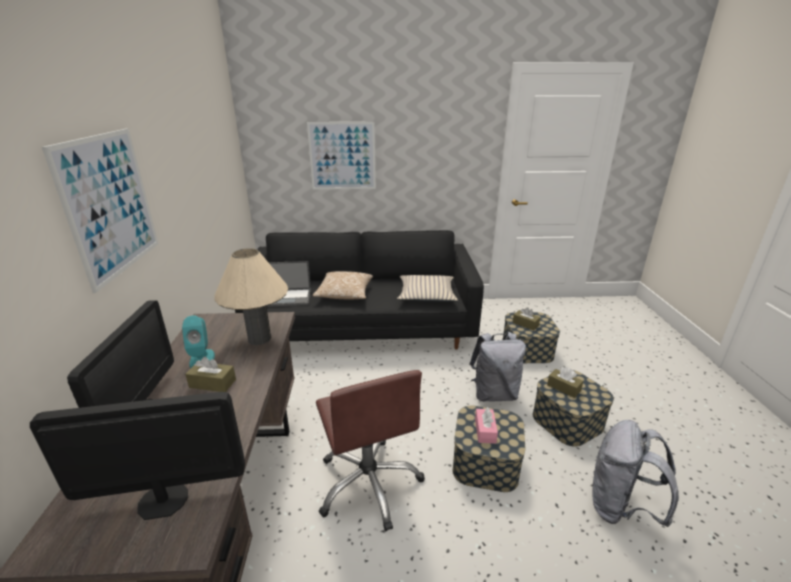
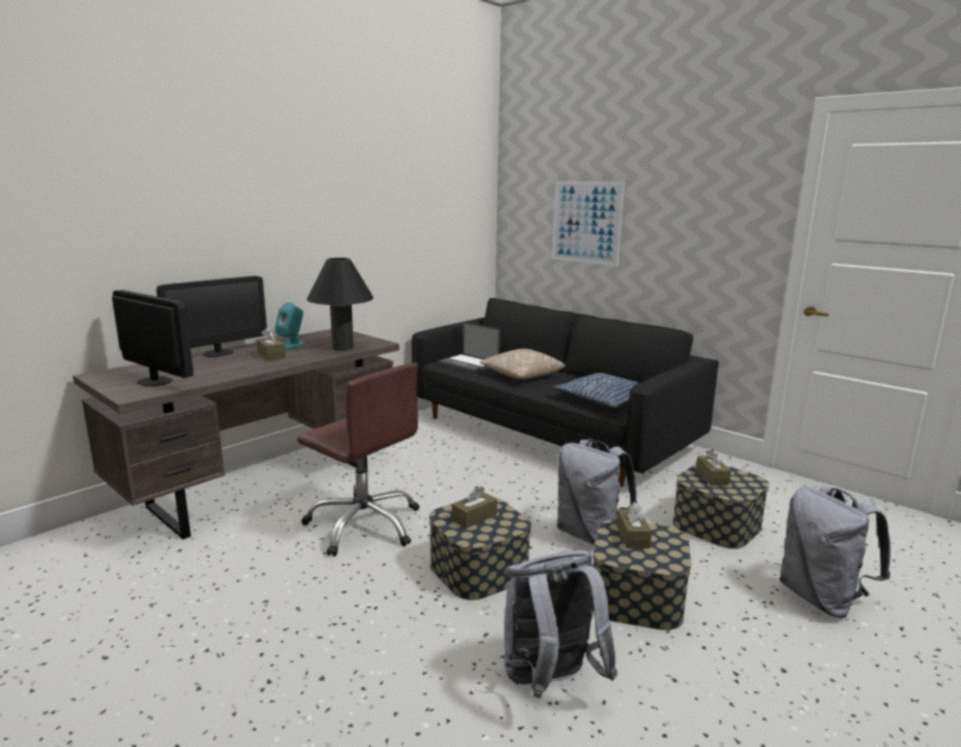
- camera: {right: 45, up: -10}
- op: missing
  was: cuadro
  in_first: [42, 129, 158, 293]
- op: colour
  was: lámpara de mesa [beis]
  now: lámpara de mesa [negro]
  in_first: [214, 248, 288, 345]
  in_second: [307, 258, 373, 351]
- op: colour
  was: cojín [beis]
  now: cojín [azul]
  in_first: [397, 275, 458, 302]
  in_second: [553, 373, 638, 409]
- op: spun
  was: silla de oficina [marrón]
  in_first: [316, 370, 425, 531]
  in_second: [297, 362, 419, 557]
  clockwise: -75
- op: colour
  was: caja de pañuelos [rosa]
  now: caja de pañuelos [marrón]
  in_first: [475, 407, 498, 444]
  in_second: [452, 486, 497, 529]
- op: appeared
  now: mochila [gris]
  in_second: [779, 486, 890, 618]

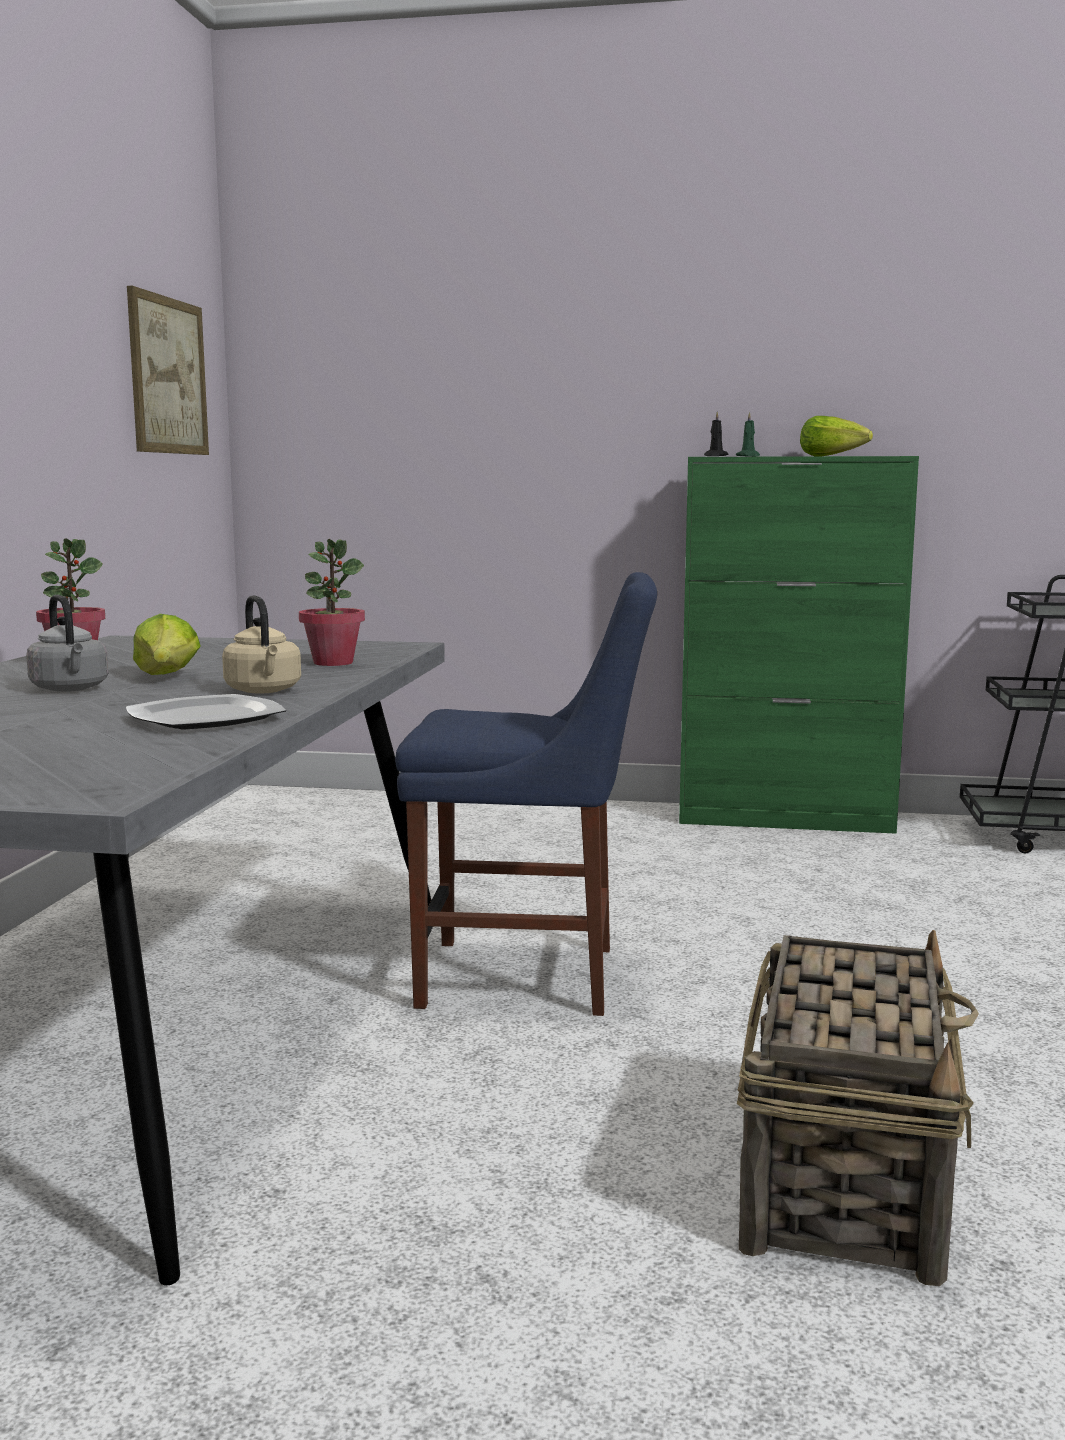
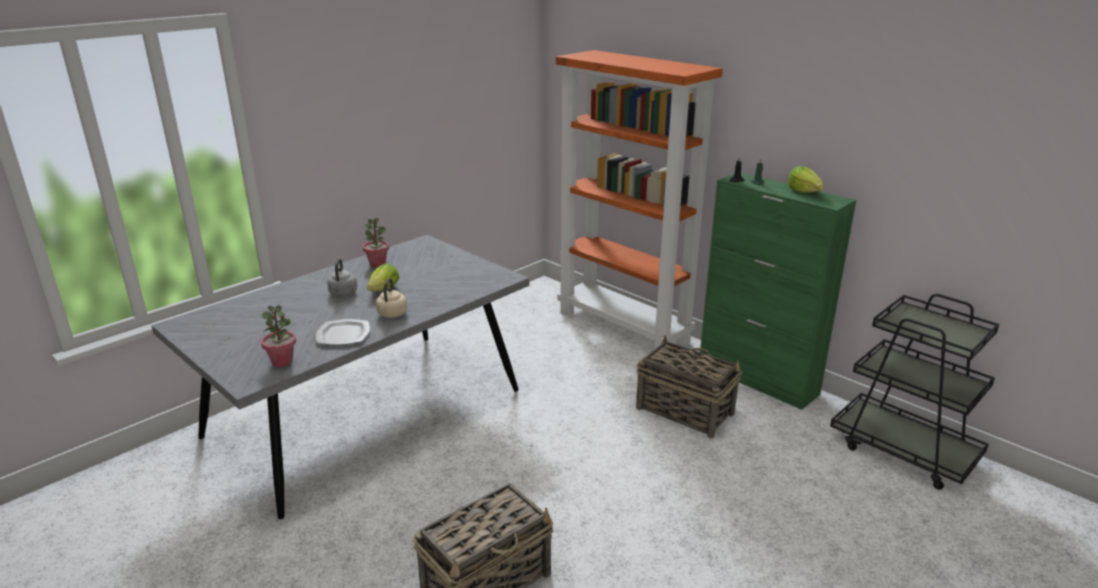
- camera: {right: 35, up: 15}
- op: missing
  was: cuadro
  in_first: [127, 286, 209, 455]
- op: relocated
  was: planta en maceta
  in_first: [299, 539, 365, 666]
  in_second: [261, 305, 296, 367]
- op: missing
  was: silla [azul]
  in_first: [395, 572, 657, 1016]
- op: appeared
  now: estantería [naranja]
  in_second: [556, 50, 723, 349]
- op: appeared
  now: cesta
  in_second: [636, 335, 742, 439]

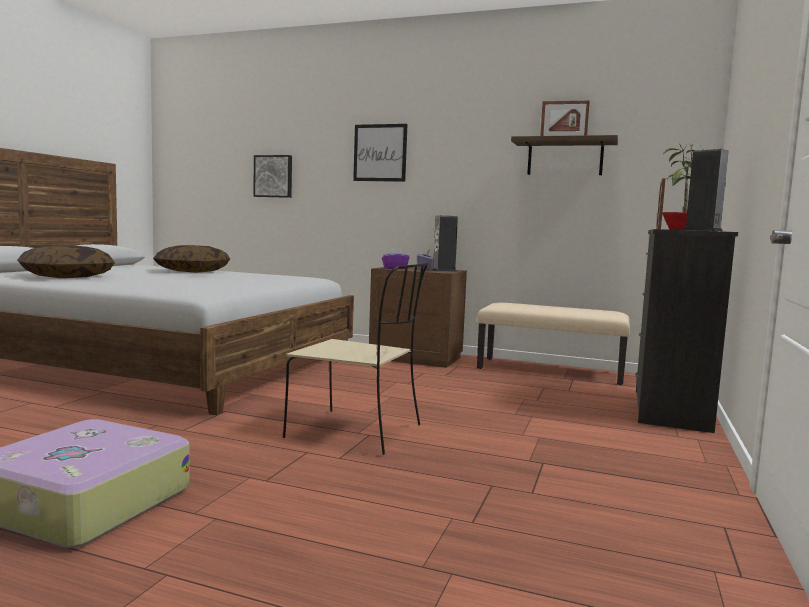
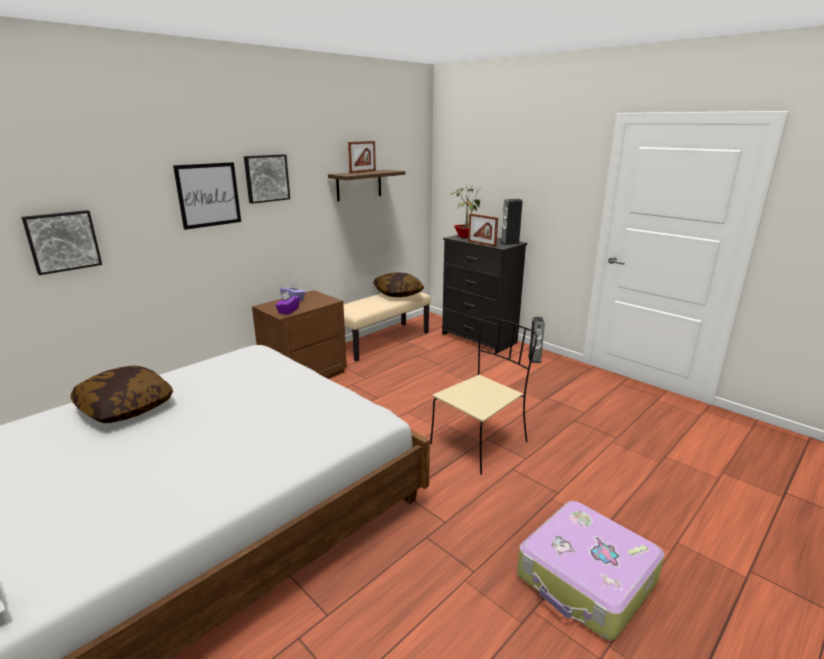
- camera: {right: -65, up: 15}
- op: relocated
  was: altavoz
  in_first: [432, 215, 458, 272]
  in_second: [528, 317, 545, 363]
- op: relocated
  was: cojín
  in_first: [17, 245, 115, 278]
  in_second: [373, 272, 424, 297]
- op: appeared
  now: cuadro
  in_second: [244, 154, 290, 204]

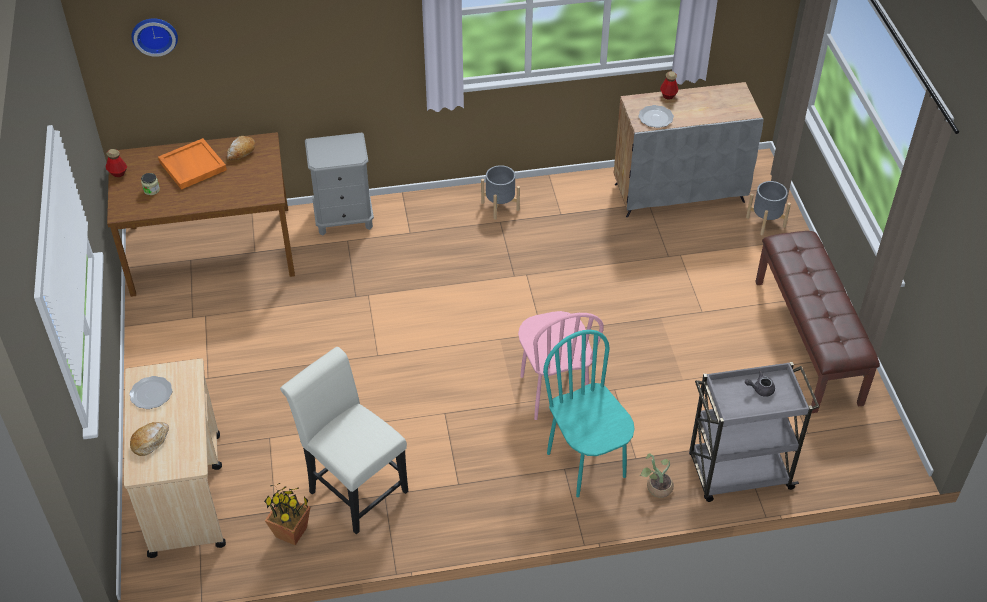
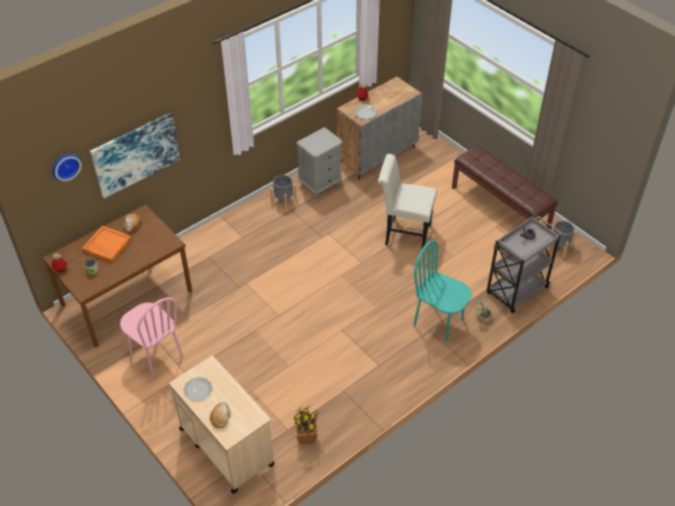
- camera: {right: -30, up: 0}
- op: relocated
  was: mesita de noche [gris]
  in_first: [305, 133, 374, 235]
  in_second: [296, 127, 342, 198]
- op: relocated
  was: maceta [gris]
  in_first: [746, 181, 791, 235]
  in_second: [547, 221, 576, 258]
- op: relocated
  was: silla [rosa]
  in_first: [518, 311, 604, 420]
  in_second: [120, 297, 183, 378]
- op: relocated
  was: silla [blanco]
  in_first: [280, 347, 408, 534]
  in_second: [378, 154, 437, 248]
- op: appeared
  now: cuadro
  in_second: [90, 112, 180, 198]

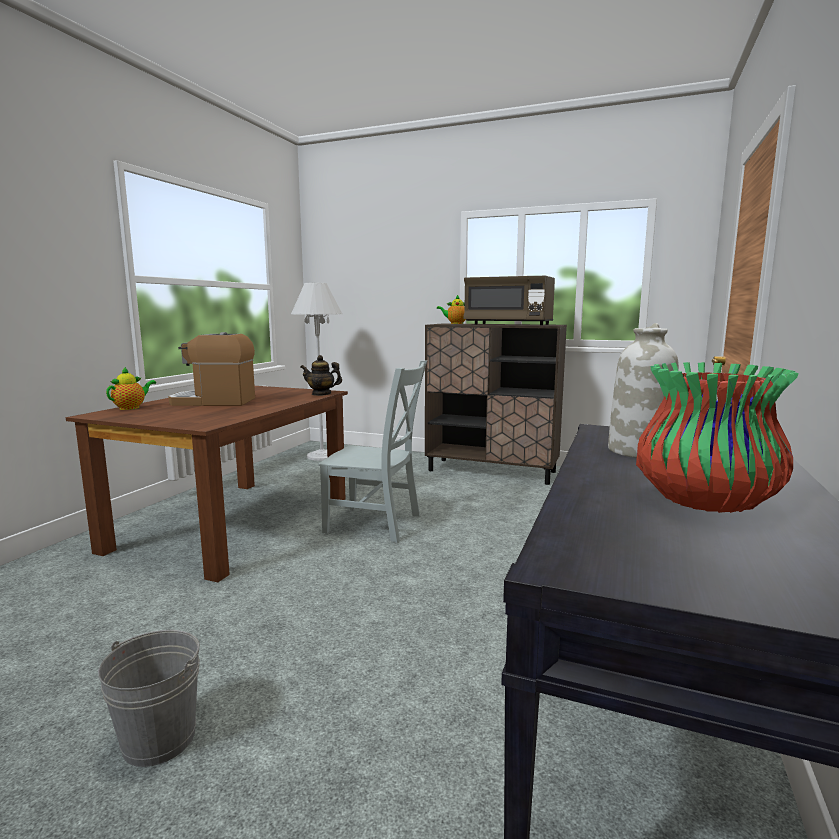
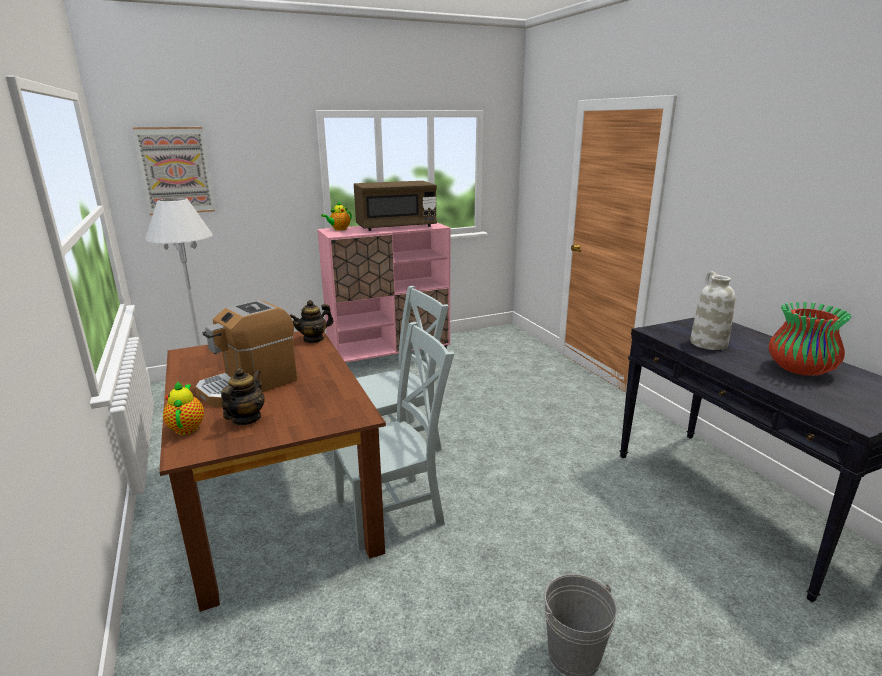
- camera: {right: -45, up: 10}
- op: colour
  was: armario [marrón]
  now: armario [rosa]
  in_first: [425, 324, 567, 485]
  in_second: [317, 222, 450, 363]
- op: appeared
  now: cuadro
  in_second: [132, 127, 215, 215]
- op: appeared
  now: silla [gris]
  in_second: [332, 322, 454, 551]
- op: appeared
  now: tetera
  in_second: [221, 368, 265, 425]

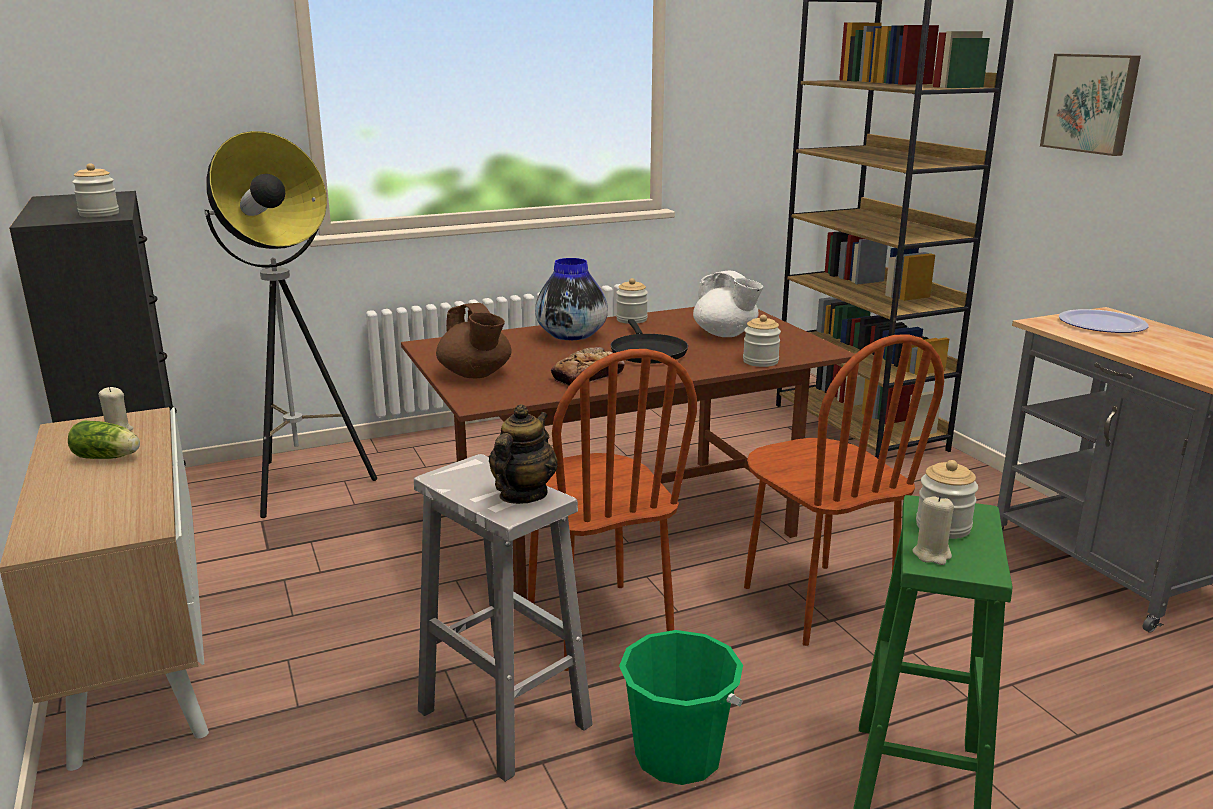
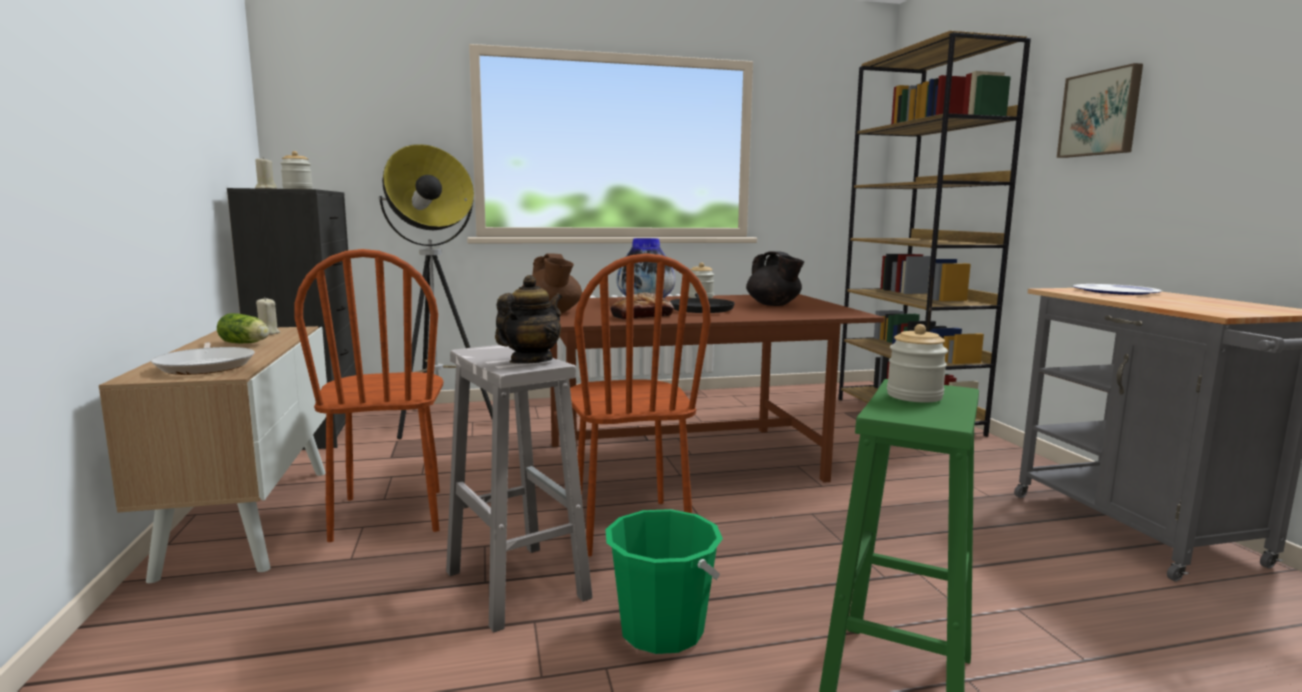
- camera: {right: 10, up: -10}
- op: colour
  was: tetera [blanco]
  now: tetera [negro]
  in_first: [693, 271, 763, 337]
  in_second: [746, 251, 804, 306]
- op: missing
  was: tarro
  in_first: [743, 315, 781, 367]
- op: relocated
  was: silla [marrón]
  in_first: [744, 334, 944, 646]
  in_second: [294, 249, 443, 542]
- op: relocated
  was: vela [beis]
  in_first: [912, 496, 954, 565]
  in_second: [255, 157, 277, 189]
- op: appeared
  now: sartén
  in_second: [151, 342, 255, 375]

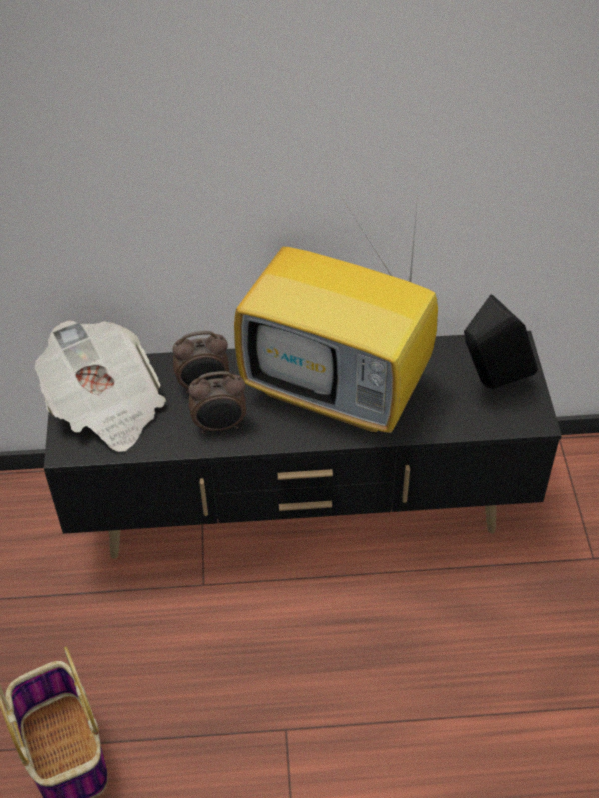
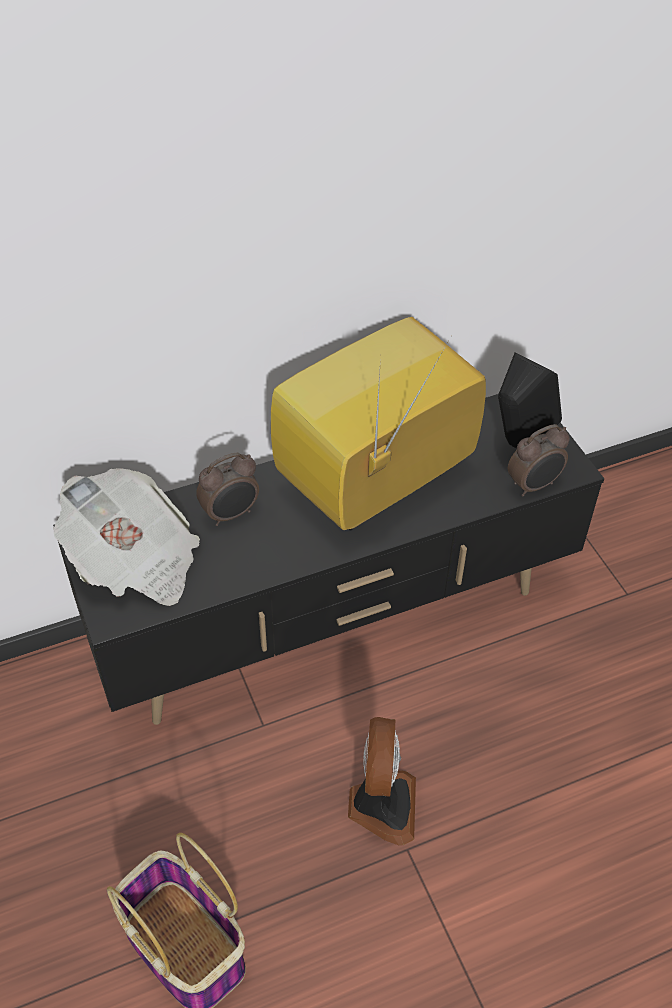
- camera: {right: -20, up: 0}
- op: spun
  was: televisor
  in_first: [234, 192, 438, 433]
  in_second: [271, 317, 486, 530]
  clockwise: 135
- op: relocated
  was: despertador
  in_first: [188, 371, 246, 434]
  in_second: [508, 424, 570, 496]
- op: appeared
  now: ventilador
  in_second: [348, 717, 416, 846]

